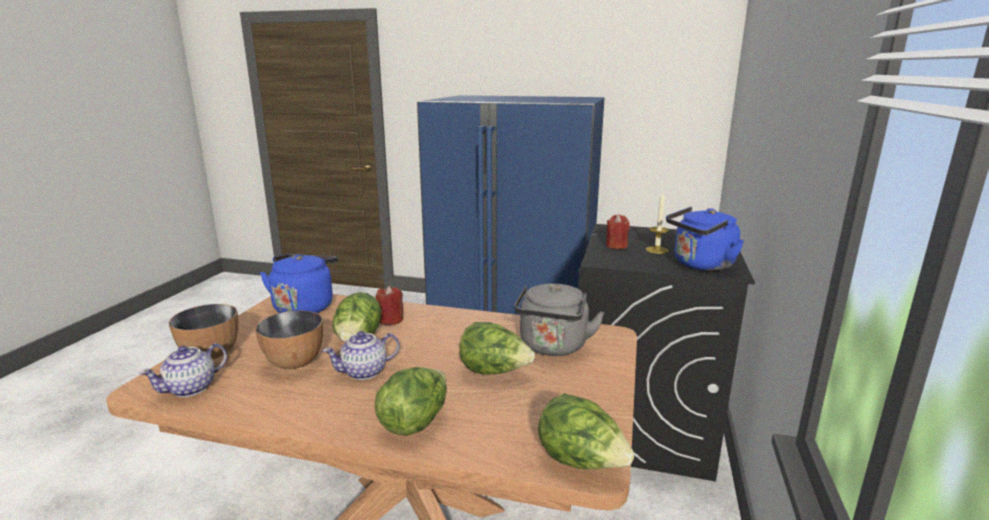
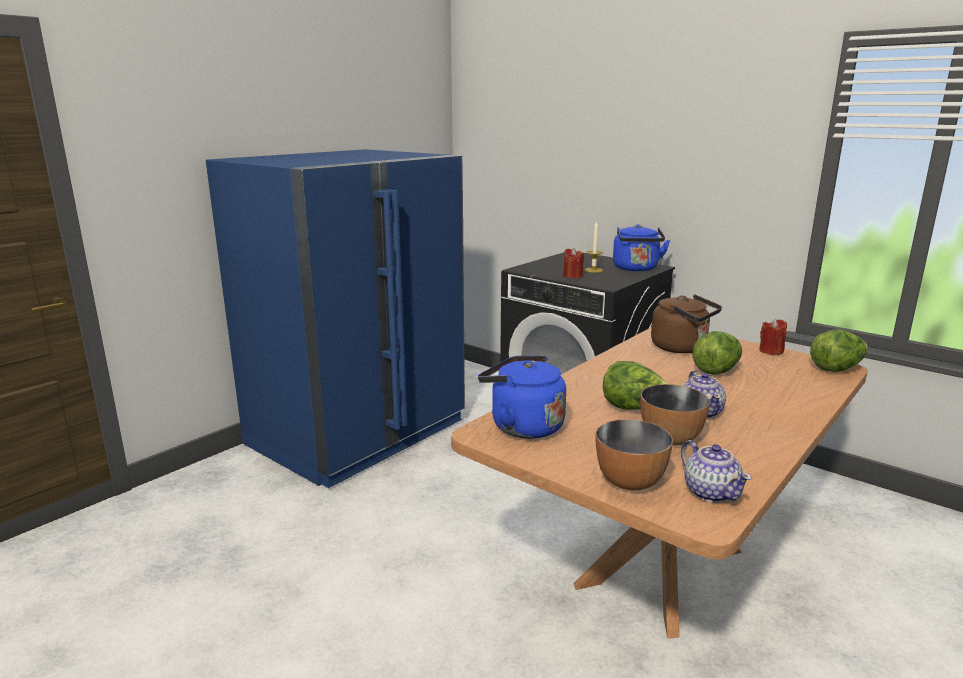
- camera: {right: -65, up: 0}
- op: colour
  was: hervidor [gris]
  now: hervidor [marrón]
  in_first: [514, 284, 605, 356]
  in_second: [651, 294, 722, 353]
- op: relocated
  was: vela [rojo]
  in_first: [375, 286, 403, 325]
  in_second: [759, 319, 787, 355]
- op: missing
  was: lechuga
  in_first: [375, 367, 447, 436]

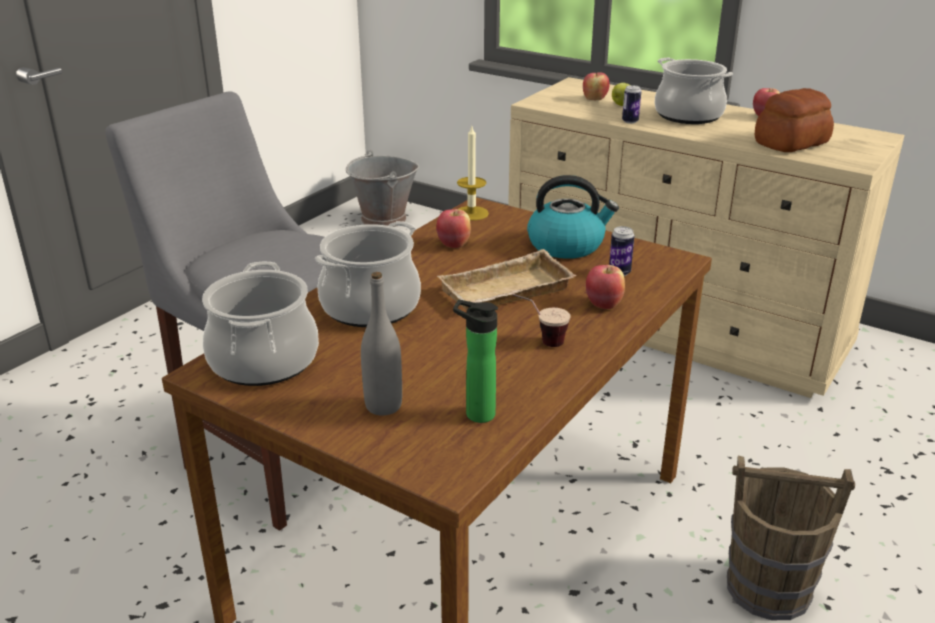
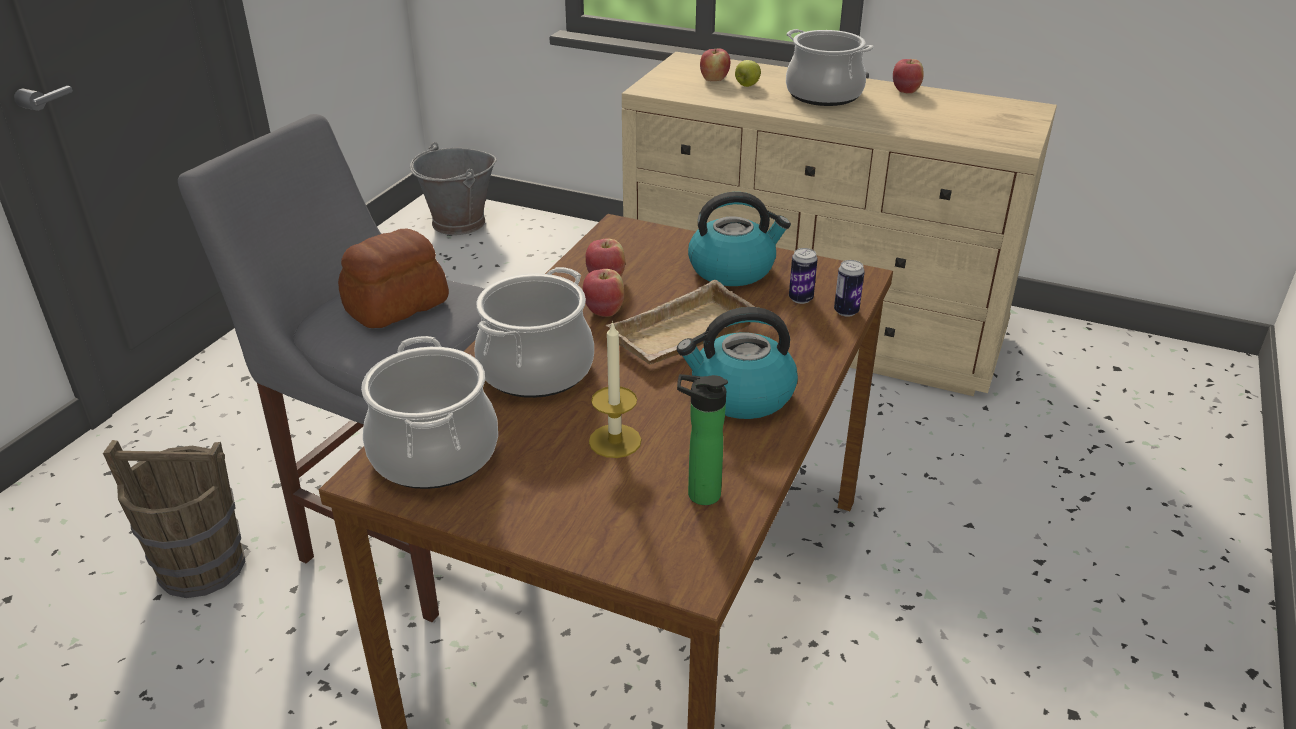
- camera: {right: -10, up: 5}
- op: relocated
  was: lata
  in_first: [622, 85, 641, 124]
  in_second: [834, 260, 865, 317]
- op: relocated
  was: pan
  in_first: [755, 88, 834, 152]
  in_second: [338, 229, 449, 328]
- op: relocated
  was: vela
  in_first: [457, 126, 489, 221]
  in_second: [589, 321, 642, 458]
- op: relocated
  was: manzana
  in_first: [586, 265, 625, 309]
  in_second: [582, 269, 624, 317]
- op: missing
  was: botella [gris]
  in_first: [361, 272, 402, 416]
- op: exchanged
  was: taza
  now: hervidor
  in_first: [512, 294, 571, 347]
  in_second: [677, 307, 798, 419]
- op: relocated
  was: cubo [marrón]
  in_first: [727, 456, 855, 620]
  in_second: [103, 440, 245, 598]

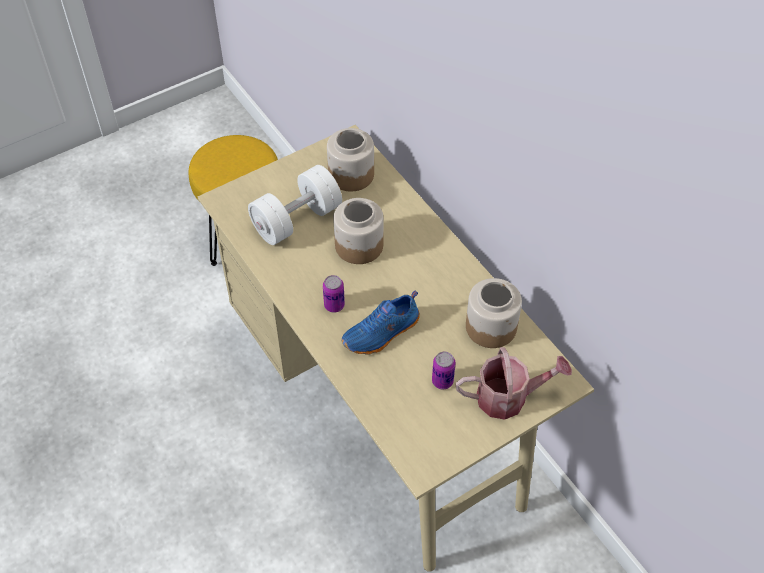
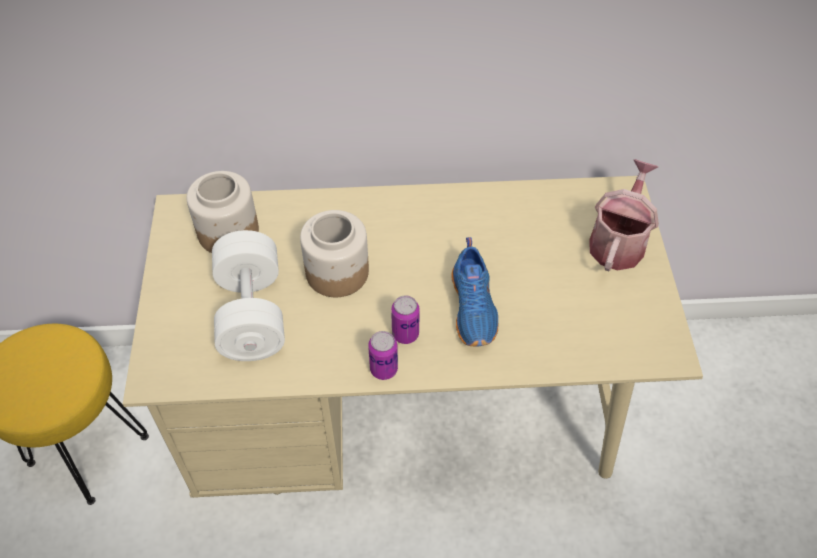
- camera: {right: -60, up: 0}
- op: missing
  was: tarro
  in_first: [466, 278, 522, 348]
- op: relocated
  was: lata
  in_first: [432, 352, 456, 389]
  in_second: [368, 331, 398, 380]

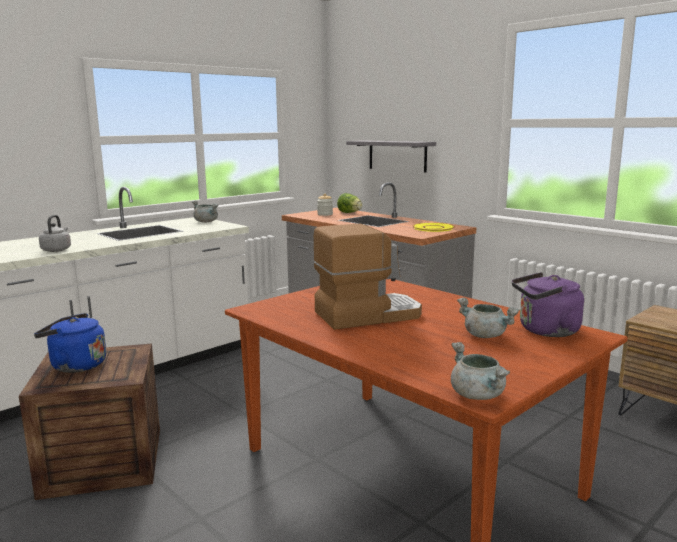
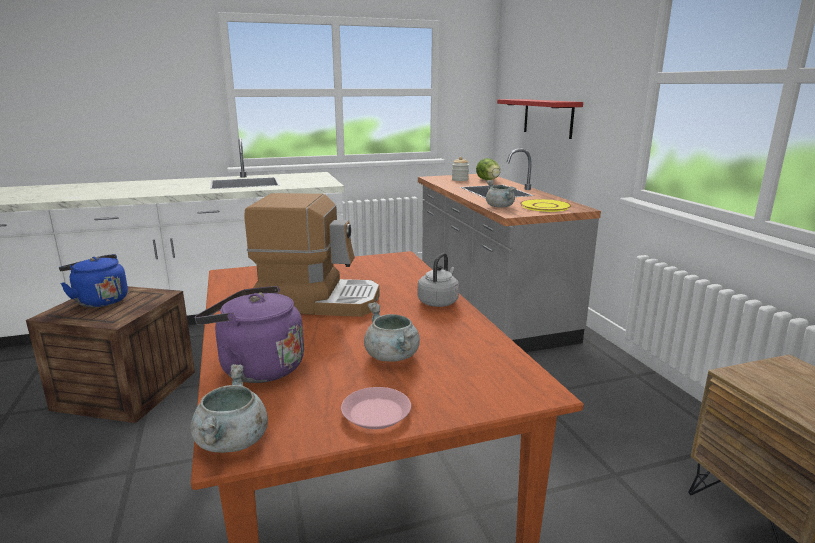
- camera: {right: 25, up: 5}
- op: colour
  was: estante [gris]
  now: estante [rojo]
  in_first: [346, 140, 436, 172]
  in_second: [497, 99, 583, 139]
- op: relocated
  was: olla [gris]
  in_first: [192, 200, 218, 222]
  in_second: [486, 180, 517, 208]
- op: relocated
  was: hervidor [gris]
  in_first: [39, 215, 71, 252]
  in_second: [418, 253, 459, 307]
- op: relocated
  was: hervidor [morado]
  in_first: [512, 272, 584, 337]
  in_second: [195, 286, 304, 383]
- op: appeared
  now: plato [rosa]
  in_second: [341, 387, 411, 429]

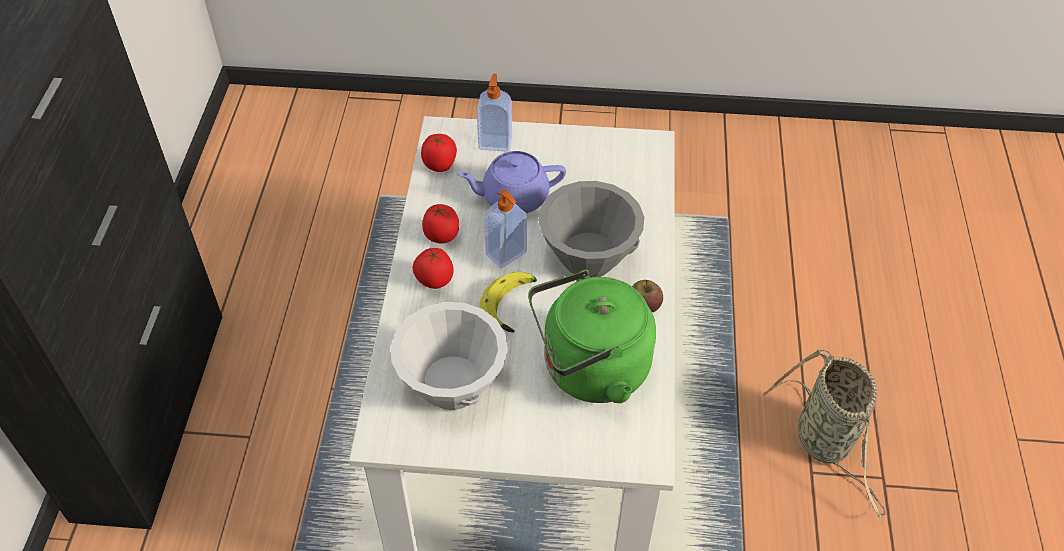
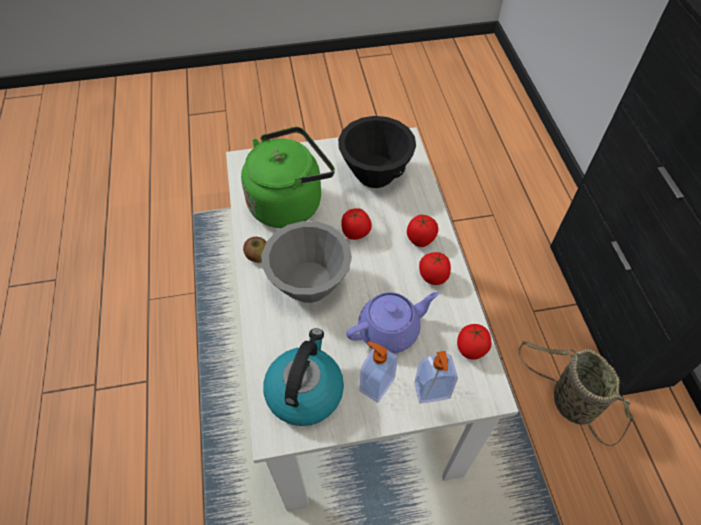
- camera: {right: 165, up: 5}
- op: relocated
  was: dispensador de jabón
  in_first: [484, 189, 527, 268]
  in_second: [359, 342, 398, 403]
- op: exchanged
  was: plátano
  now: tomate
  in_first: [480, 272, 537, 332]
  in_second: [342, 208, 372, 240]
- op: colour
  was: cuenco [blanco]
  now: cuenco [negro]
  in_first: [391, 302, 508, 410]
  in_second: [338, 116, 416, 188]
- op: relocated
  was: cesta
  in_first: [763, 350, 885, 518]
  in_second: [519, 341, 633, 446]
- op: appeared
  now: hervidor
  in_second: [263, 328, 344, 426]

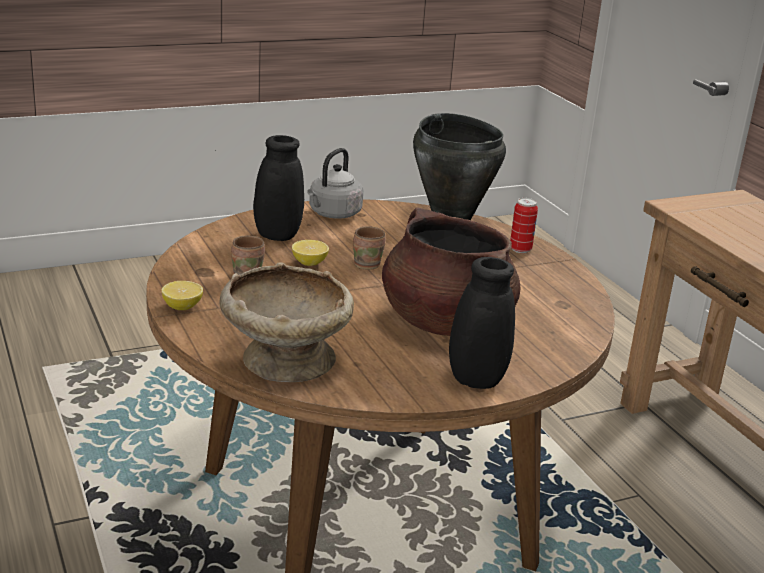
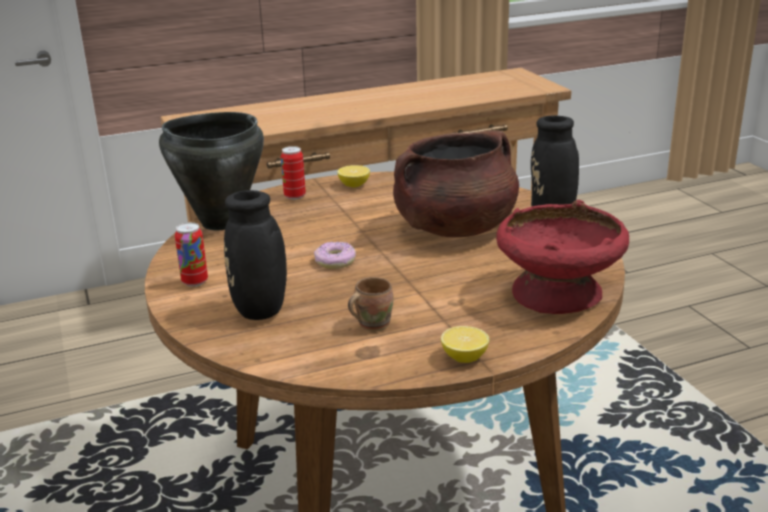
- camera: {right: -85, up: 0}
- op: exchanged
  was: hervidor [gris]
  now: lata
  in_first: [307, 148, 363, 219]
  in_second: [175, 222, 208, 287]
- op: exchanged
  was: taza grande [marrón]
  now: rosquilla
  in_first: [353, 226, 385, 270]
  in_second: [314, 242, 356, 269]
- op: relocated
  was: limón
  in_first: [292, 240, 329, 266]
  in_second: [337, 165, 370, 187]
- op: colour
  was: cuenco [beis]
  now: cuenco [rojo]
  in_first: [219, 262, 354, 382]
  in_second: [496, 200, 629, 314]

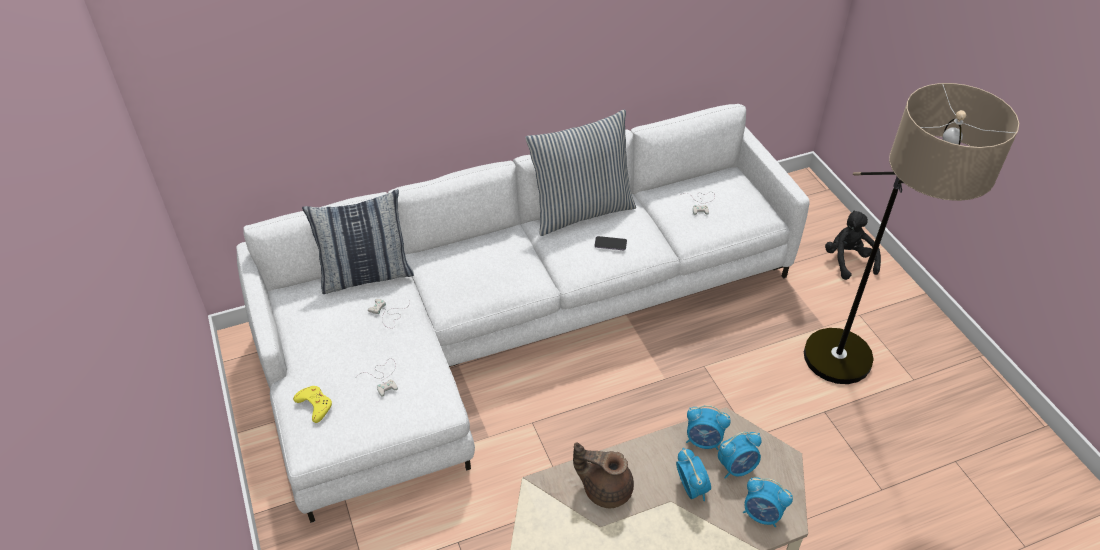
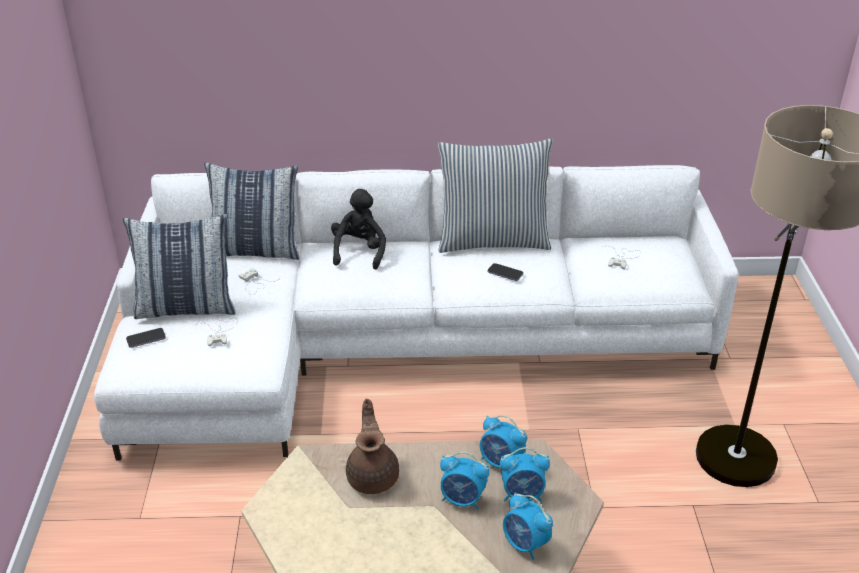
- camera: {right: 20, up: -10}
- op: relocated
  was: peluche [negro]
  in_first: [825, 211, 881, 280]
  in_second: [331, 189, 386, 269]
- op: exchanged
  was: mando de consola [amarillo]
  now: móvil
  in_first: [293, 386, 332, 423]
  in_second: [126, 328, 166, 348]
- op: spun
  was: tetera [marrón]
  in_first: [573, 443, 634, 508]
  in_second: [346, 399, 399, 494]
  clockwise: 45
- op: spun
  was: despertador
  in_first: [676, 448, 711, 501]
  in_second: [440, 452, 490, 509]
  clockwise: 105
- op: appeared
  now: cojín
  in_second: [123, 214, 236, 319]

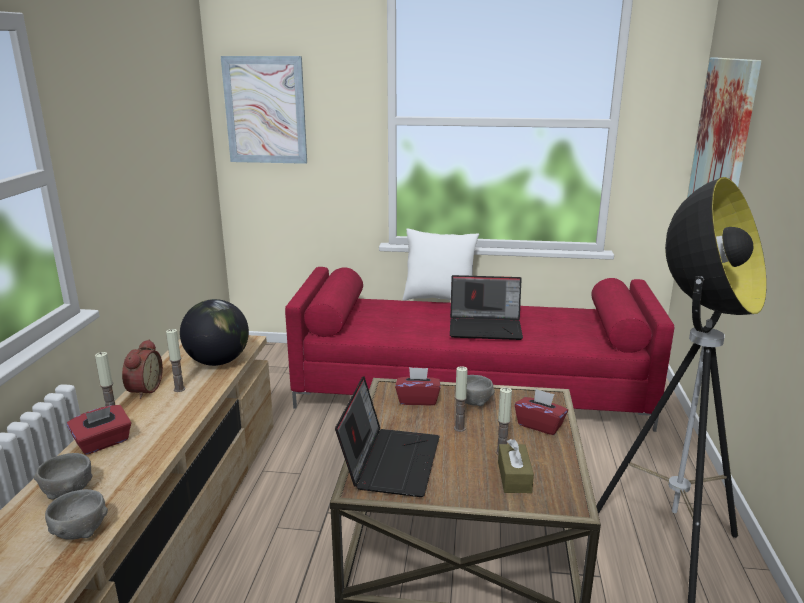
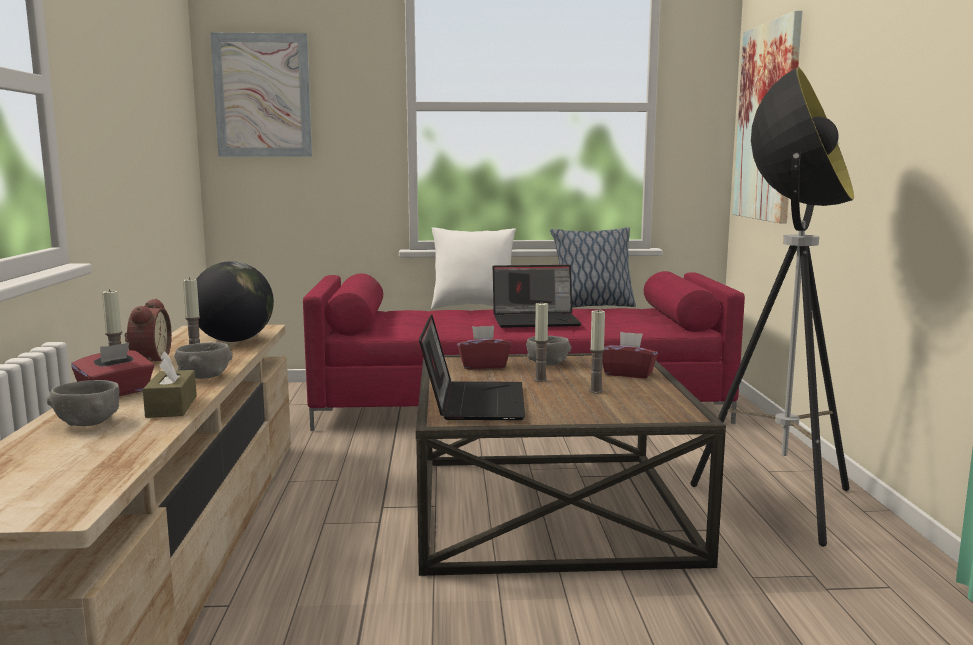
- camera: {right: -10, up: -10}
- op: relocated
  was: caja de pañuelos [marrón]
  in_first: [498, 439, 534, 493]
  in_second: [143, 351, 197, 418]
- op: relocated
  was: cuenco [gris]
  in_first: [45, 489, 108, 540]
  in_second: [174, 343, 233, 379]
- op: appeared
  now: cojín
  in_second: [550, 227, 636, 308]

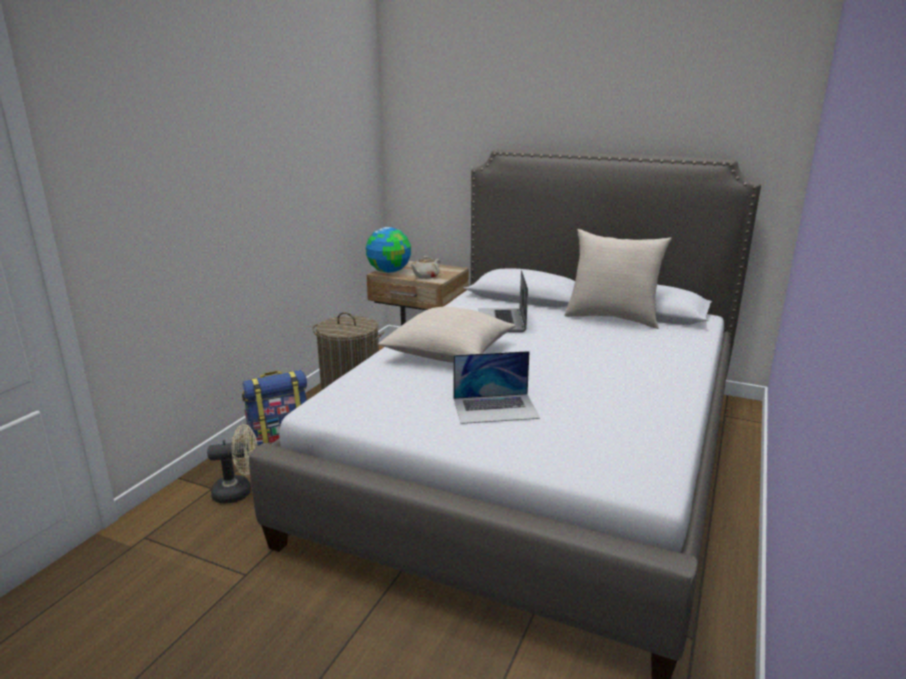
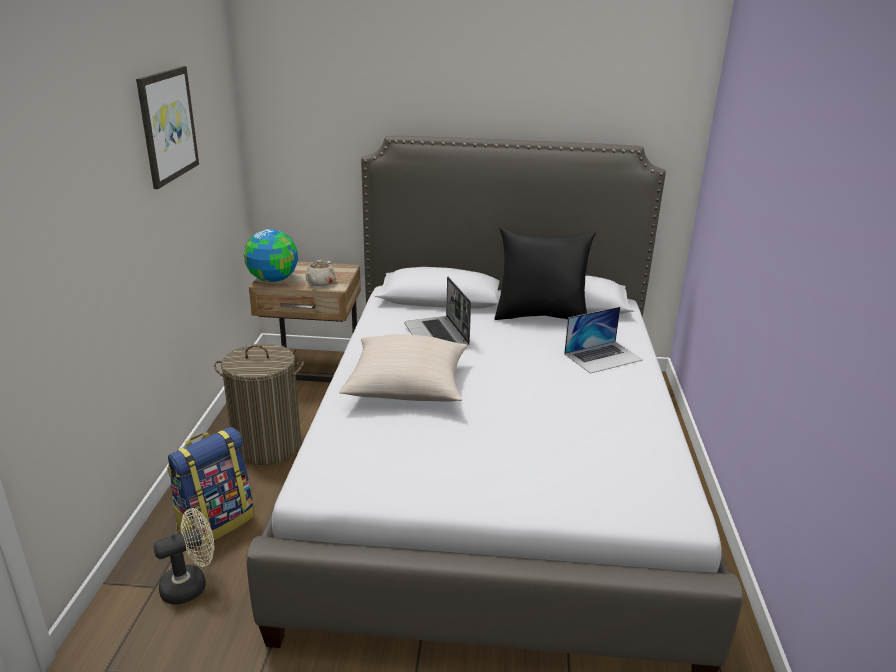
- camera: {right: -20, up: 5}
- op: colour
  was: cojín [beis]
  now: cojín [negro]
  in_first: [564, 229, 672, 329]
  in_second: [494, 227, 596, 320]
- op: relocated
  was: portátil
  in_first: [454, 351, 540, 424]
  in_second: [564, 307, 643, 374]
- op: appeared
  now: cuadro
  in_second: [136, 66, 199, 189]

